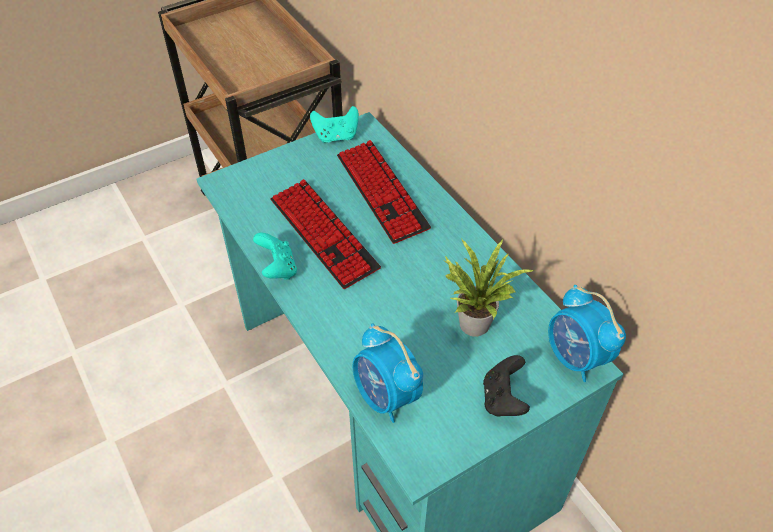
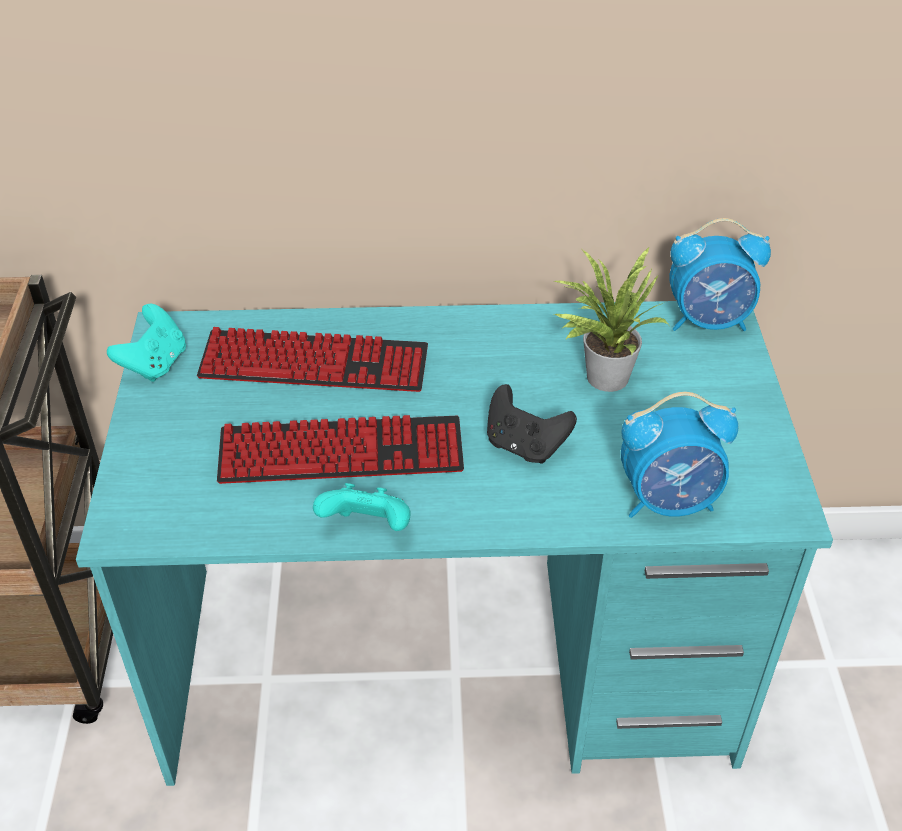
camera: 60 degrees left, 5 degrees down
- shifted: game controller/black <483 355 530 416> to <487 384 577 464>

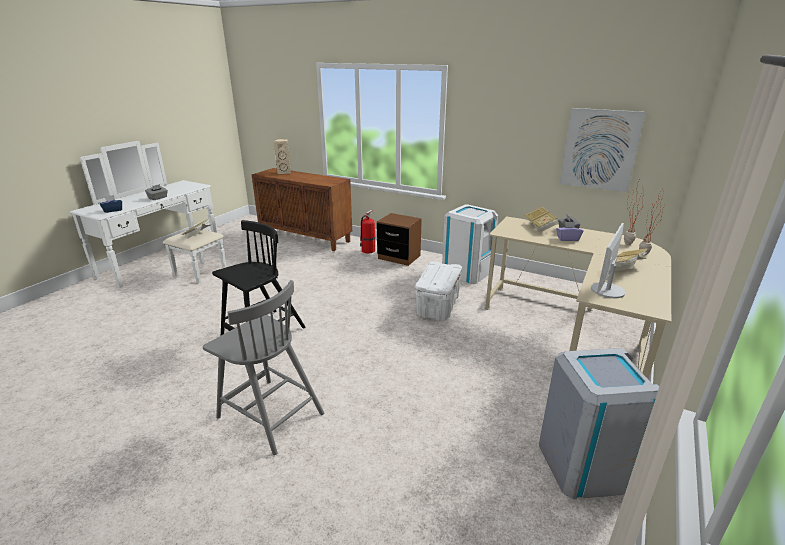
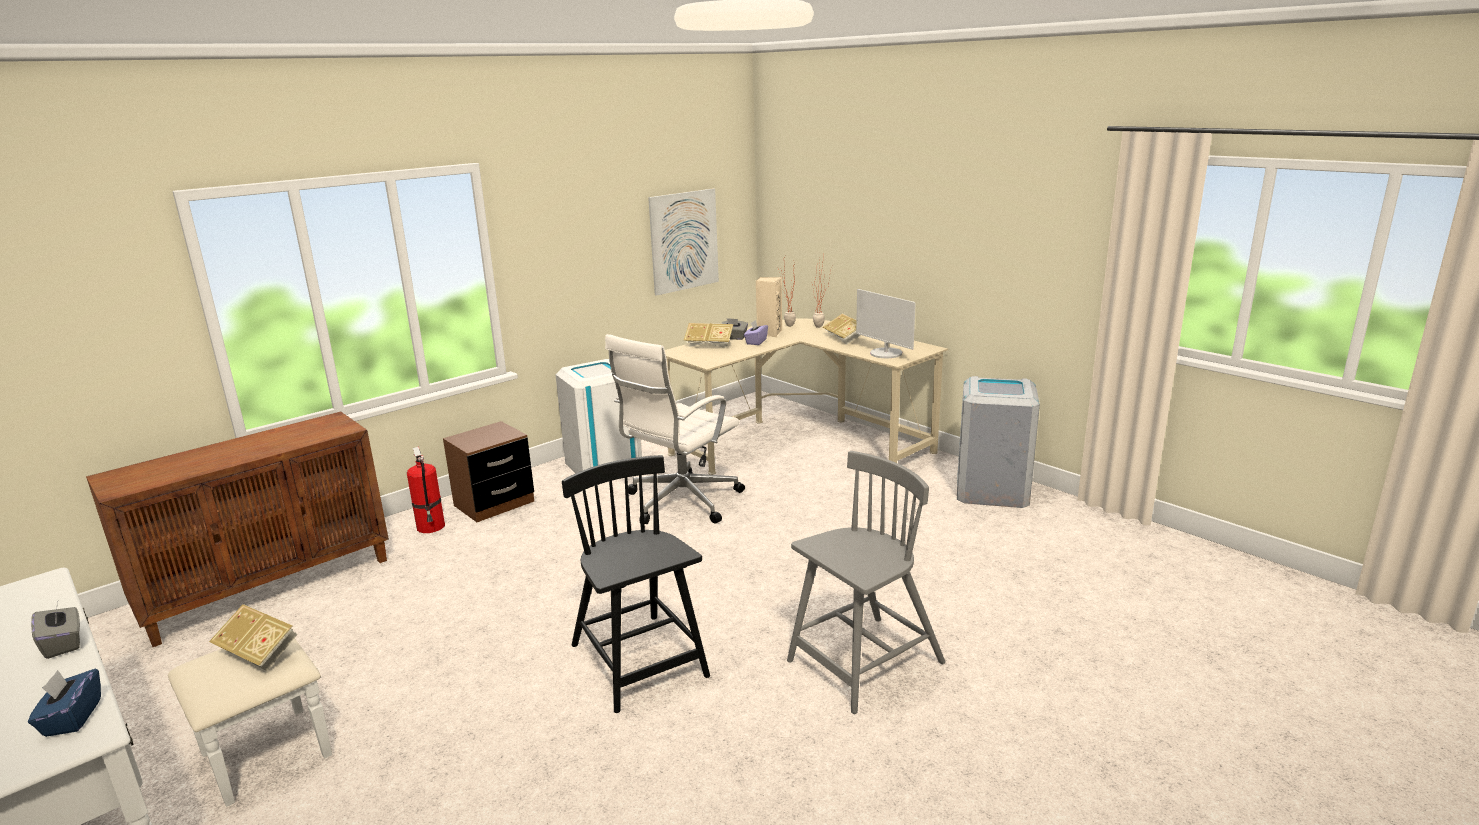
camera: 70 degrees left, 5 degrees down
- shifted: speaker/beige <274 139 291 174> to <756 277 782 337>
- swapped: storage box/white <415 261 462 321> to office chair/white <605 334 745 524>

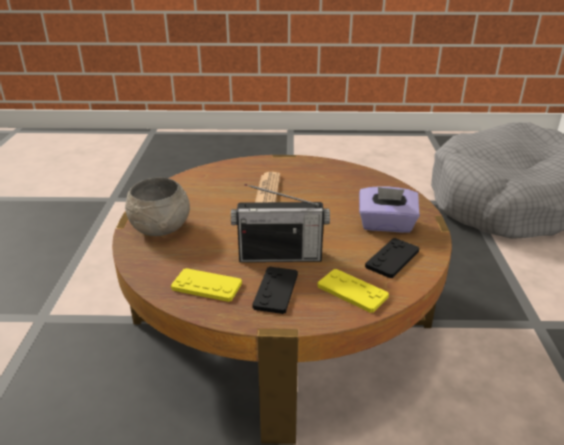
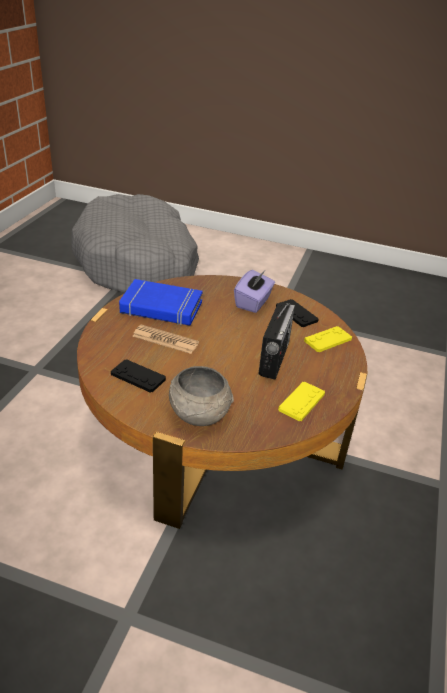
camera: 75 degrees left, 5 degrees up
- new: book/blue <119 279 203 326>
- shifted: game controller/black <252 267 298 314> to <111 359 166 393>

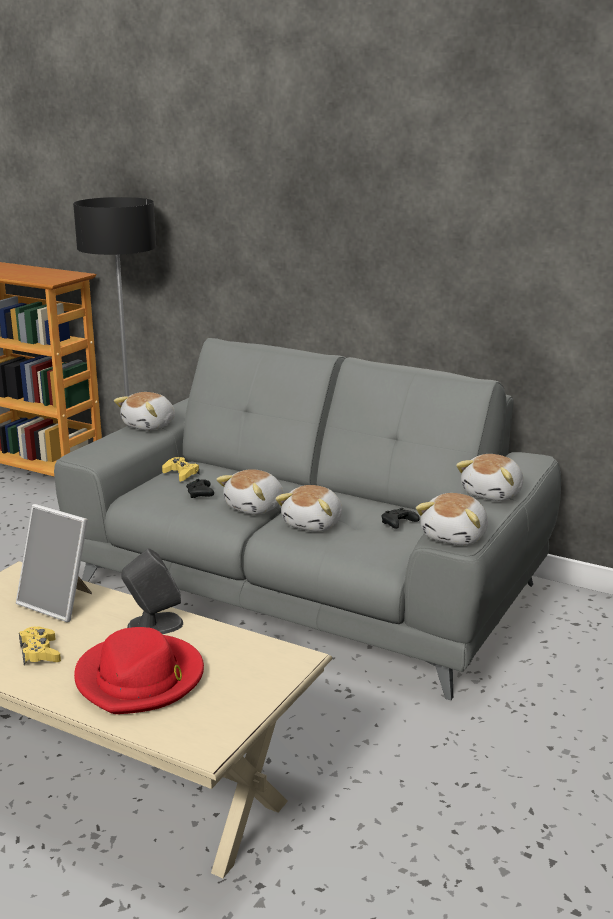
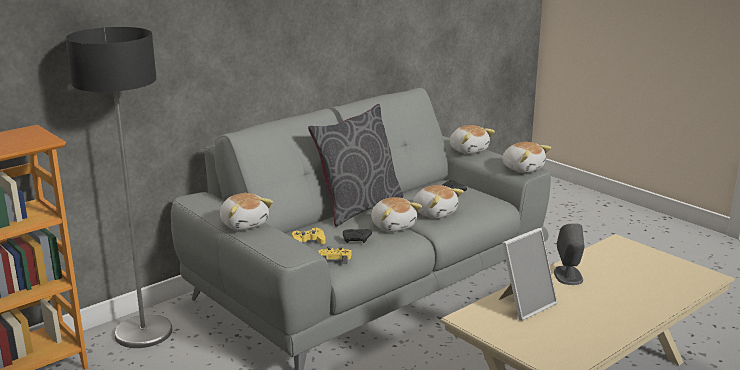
camera: 70 degrees left, 0 degrees up
- gone: hat/red <74 627 204 714>
- new: pillow/grey <308 104 404 227>
- shifted: game controller/yellow <19 626 61 665> to <318 246 352 264>

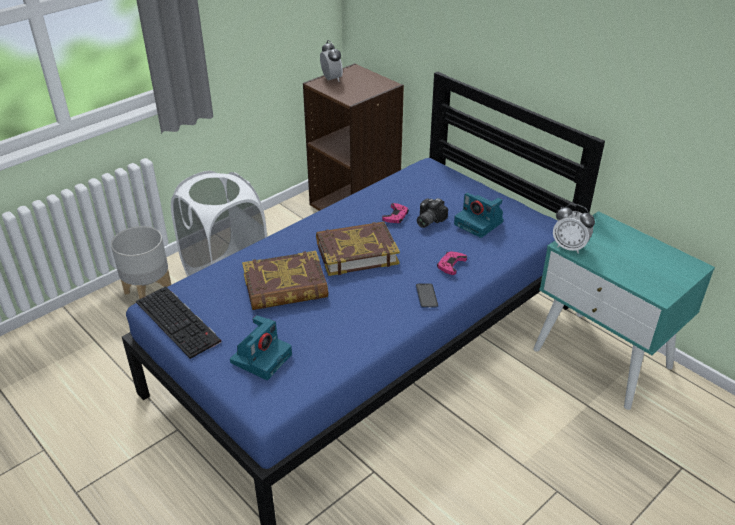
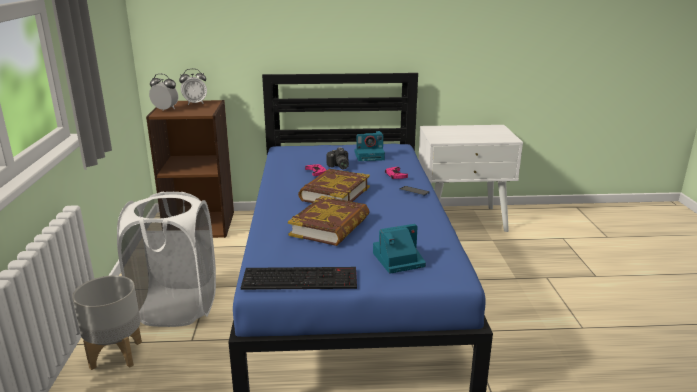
camera: 50 degrees left, 15 degrees down
- shifted: alarm clock <553 204 595 254> to <179 68 207 105>
- repainted: nightstand/turquoise <533 211 715 410> to nightstand/white <418 125 523 232>
- rotated: photo camera <230 315 292 380> = <373 224 426 273> 90 degrees counterclockwise

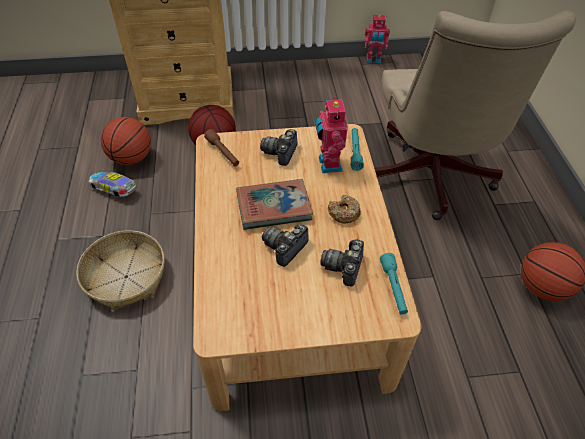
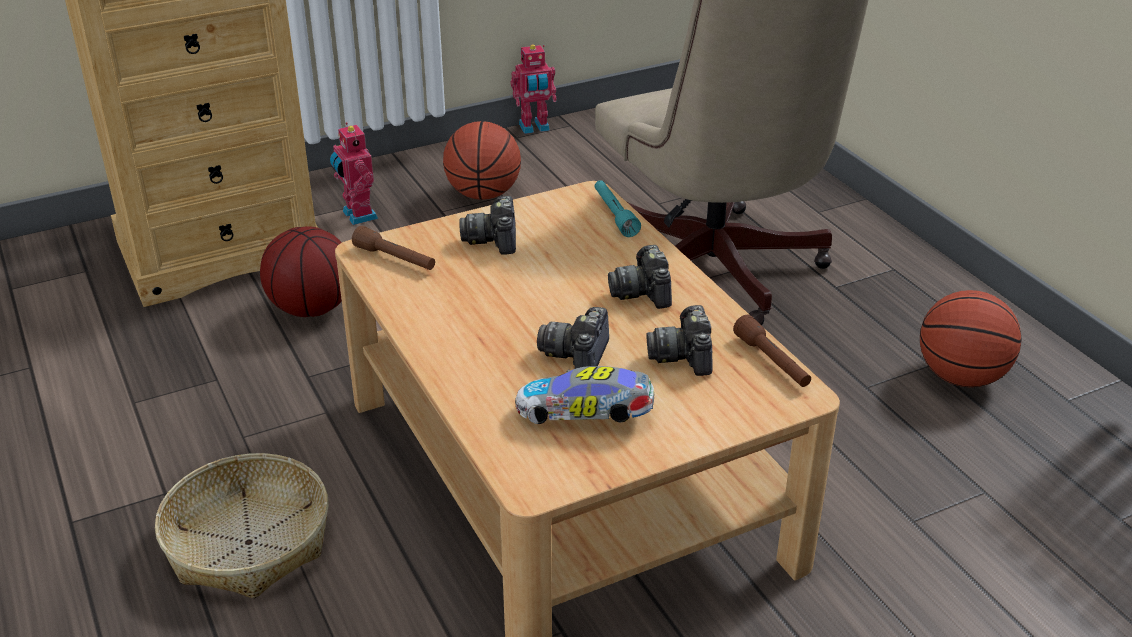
camera: 20 degrees left, 15 degrees down
- gone: book <236 179 313 230>
- shifted: toy car <88 171 137 197> to <515 366 654 424>
- shifted: basketball <101 117 151 165> to <443 121 521 200>
- shifted: toy robot <315 97 348 173> to <330 122 378 225>
- swapped: donut <328 195 361 223> to photo camera <608 245 672 309>
- repainted: flashlight/turquoise <380 253 408 315> to flashlight/brown <733 314 811 387>

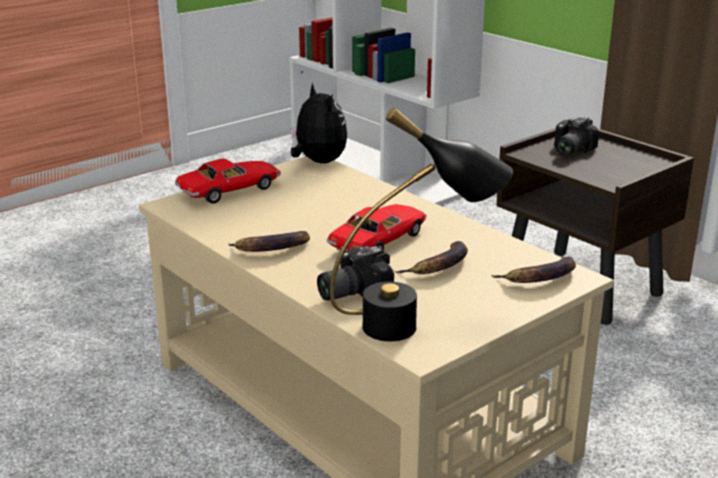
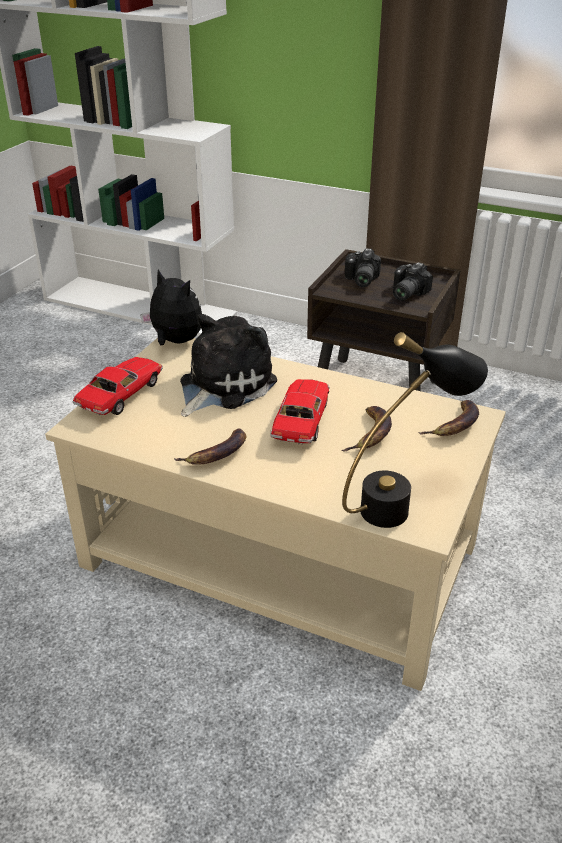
camera: 25 degrees left, 10 degrees up
- new: plush toy <180 314 277 417>
- shifted: photo camera <317 246 394 301> to <393 262 433 301>

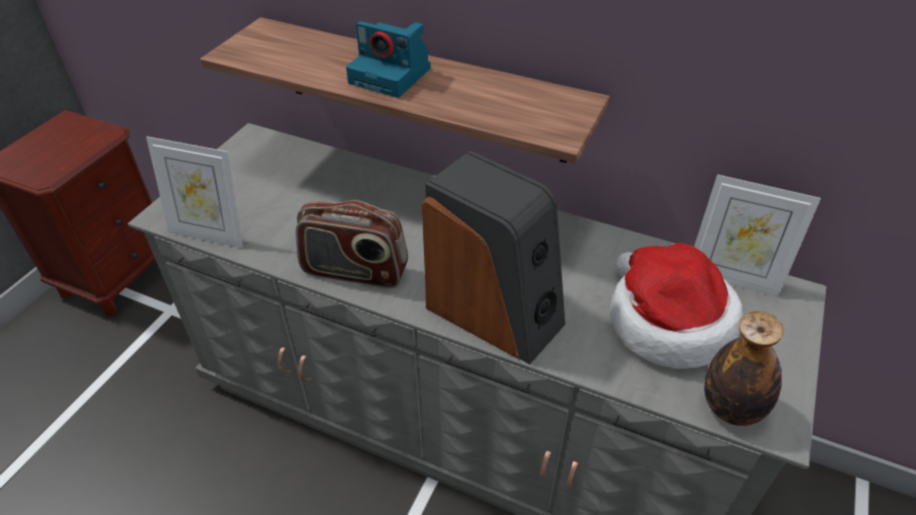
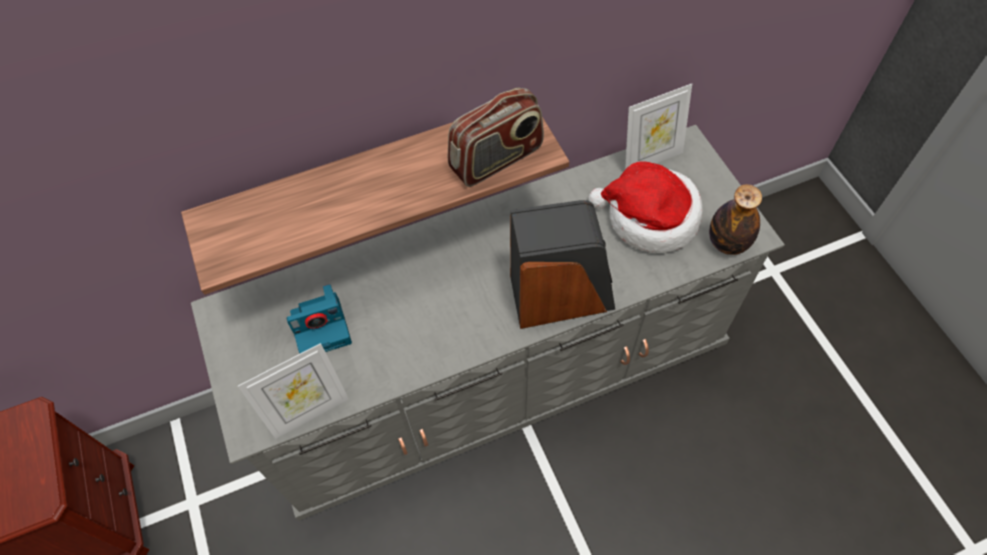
camera: 45 degrees left, 15 degrees up
- shifted: radio <296 200 408 288> to <448 88 544 187>
- shifted: photo camera <346 21 431 98> to <287 284 352 353>

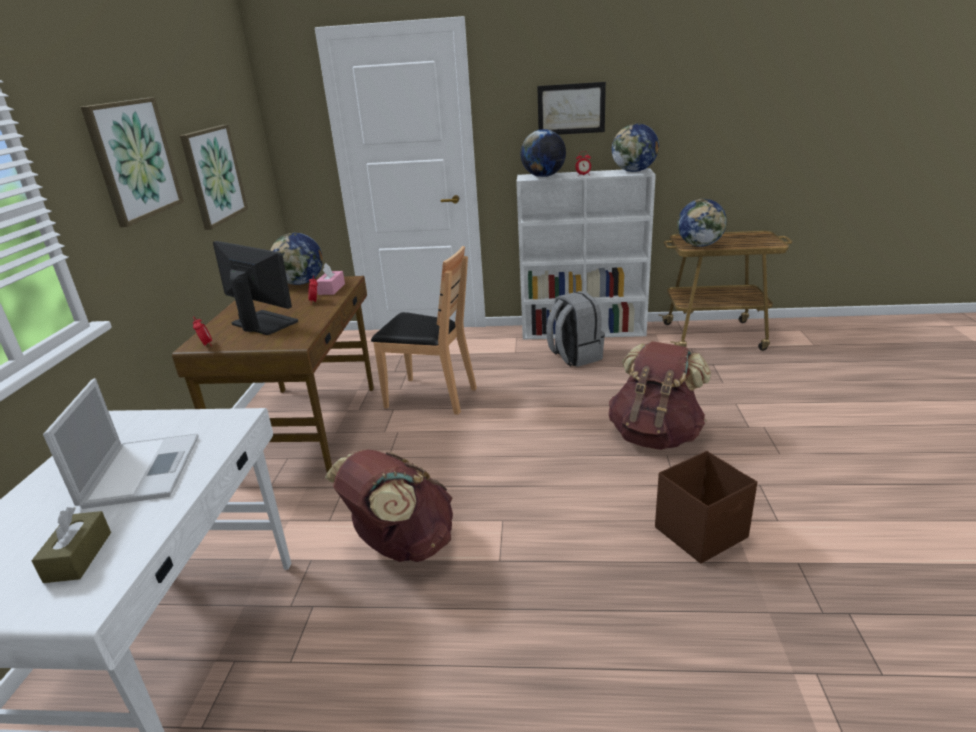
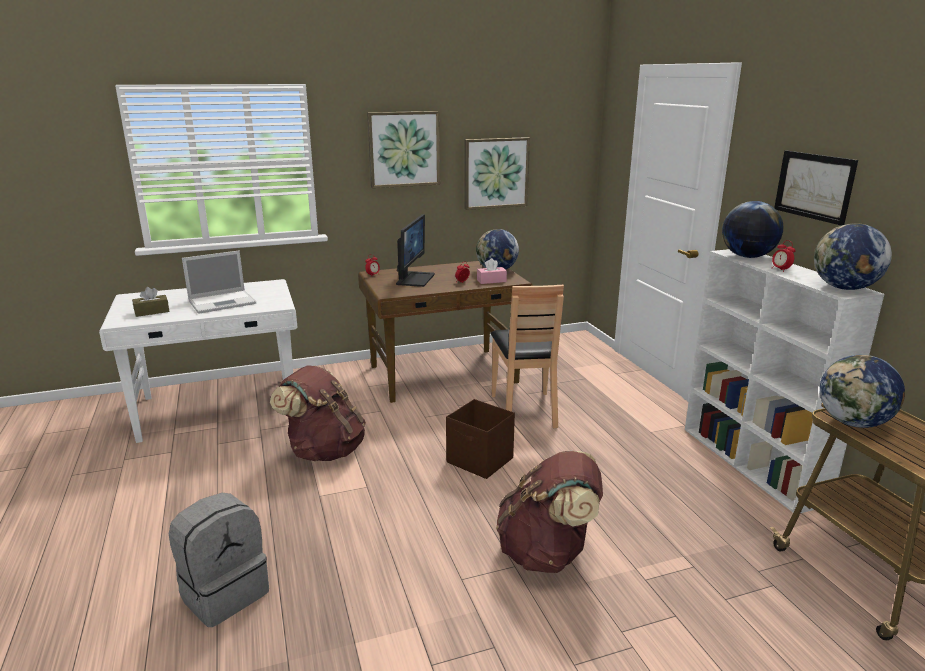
camera: 65 degrees right, 5 degrees down
- shifted: backpack/grey <546 291 605 367> to <169 493 269 627>
- shifted: storage box/brown <655 451 757 564> to <446 399 515 479>

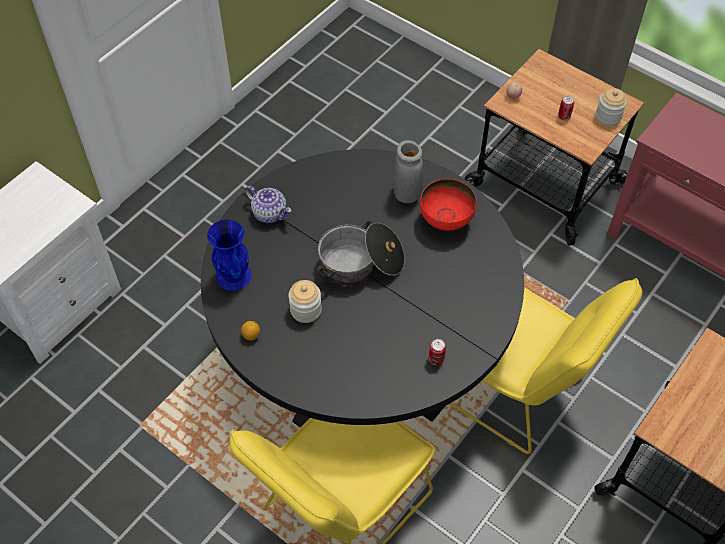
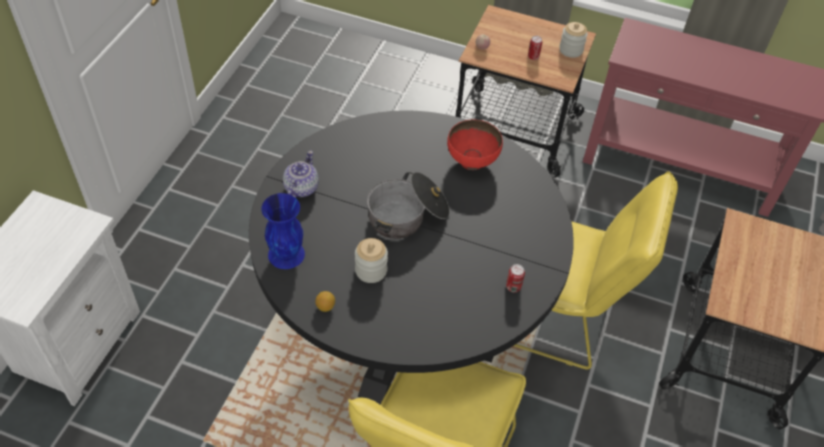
camera: 20 degrees left, 5 degrees down
- gone: vase/grey <393 140 423 203>
- rotated: teapot <245 186 292 223> = <283 151 319 198> 90 degrees counterclockwise

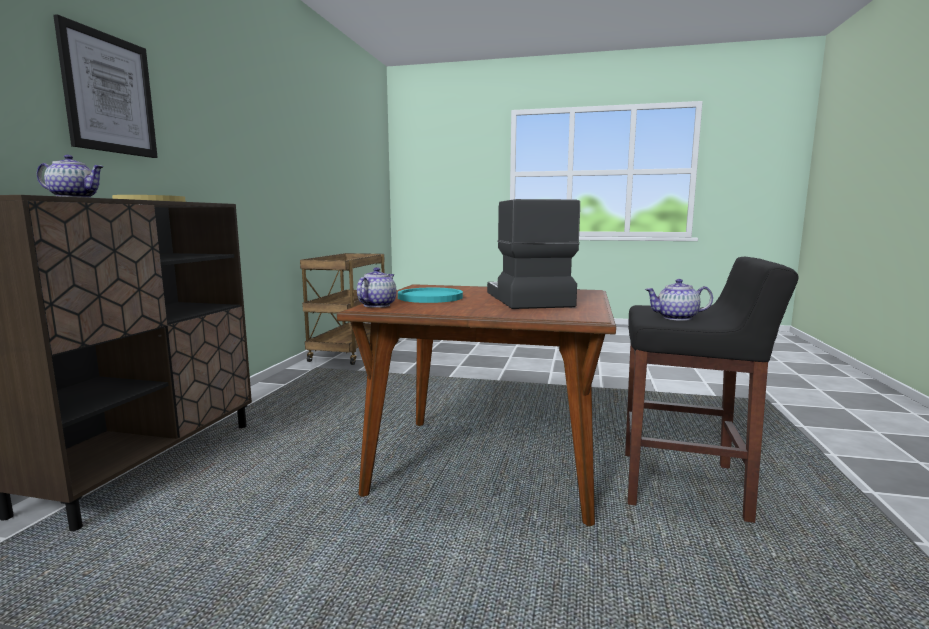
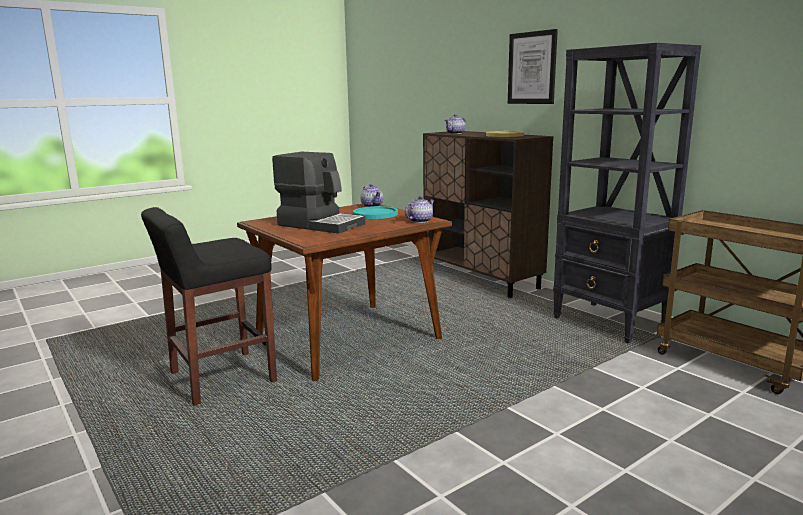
camera: 130 degrees right, 5 degrees up
- new: bookcase/black <553 43 701 344>
- shifted: teapot <645 279 713 321> to <405 196 434 223>

